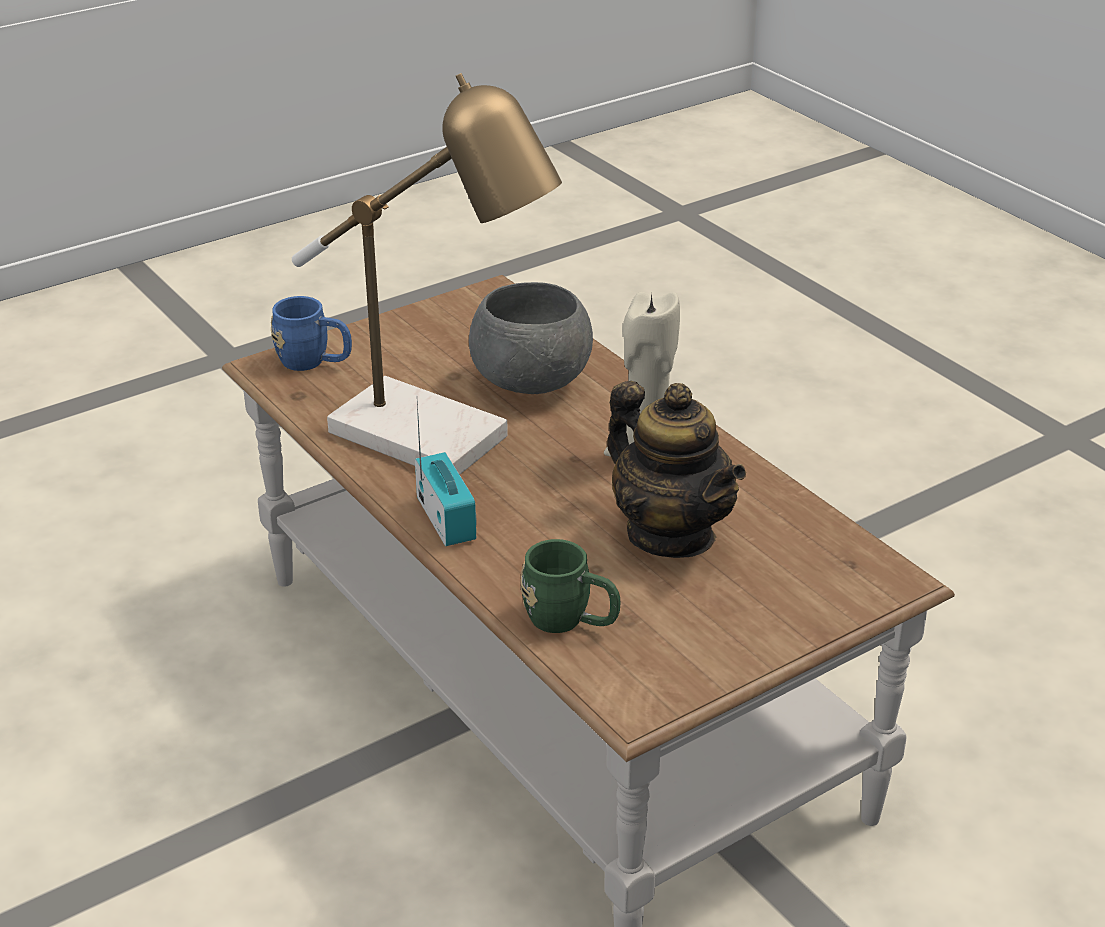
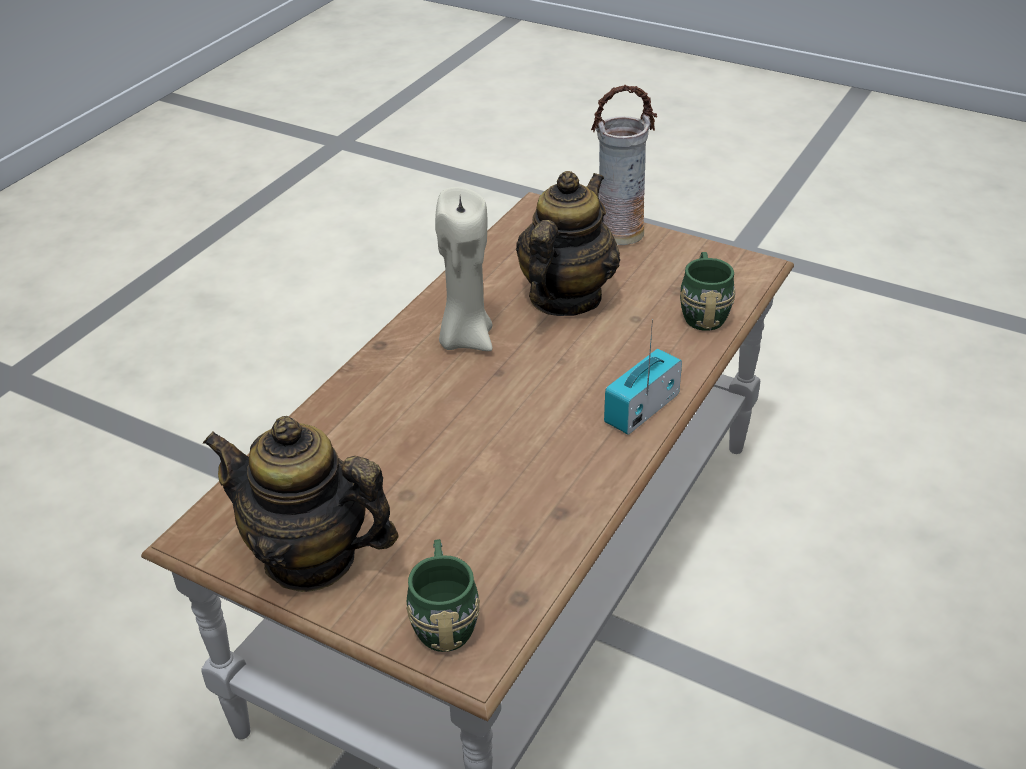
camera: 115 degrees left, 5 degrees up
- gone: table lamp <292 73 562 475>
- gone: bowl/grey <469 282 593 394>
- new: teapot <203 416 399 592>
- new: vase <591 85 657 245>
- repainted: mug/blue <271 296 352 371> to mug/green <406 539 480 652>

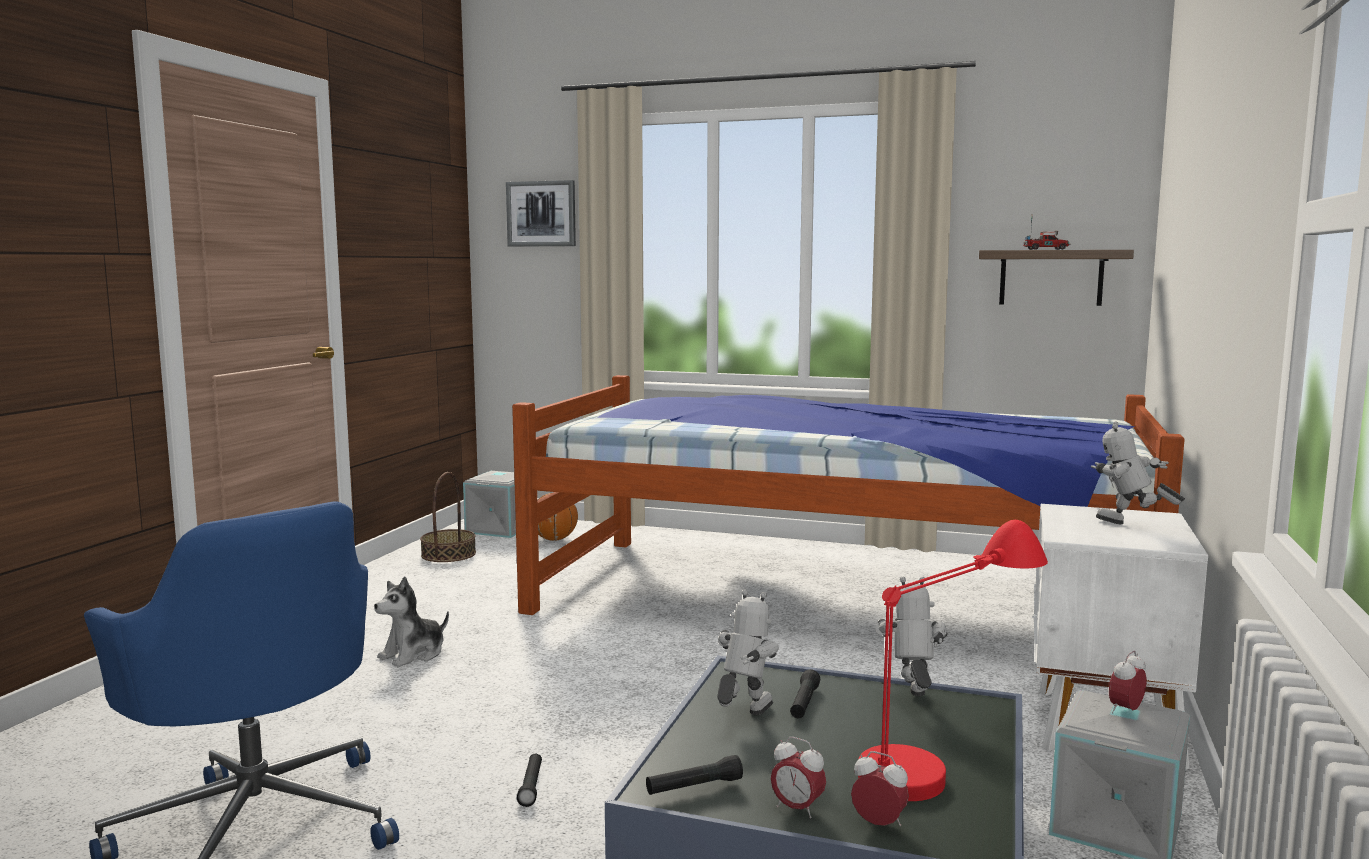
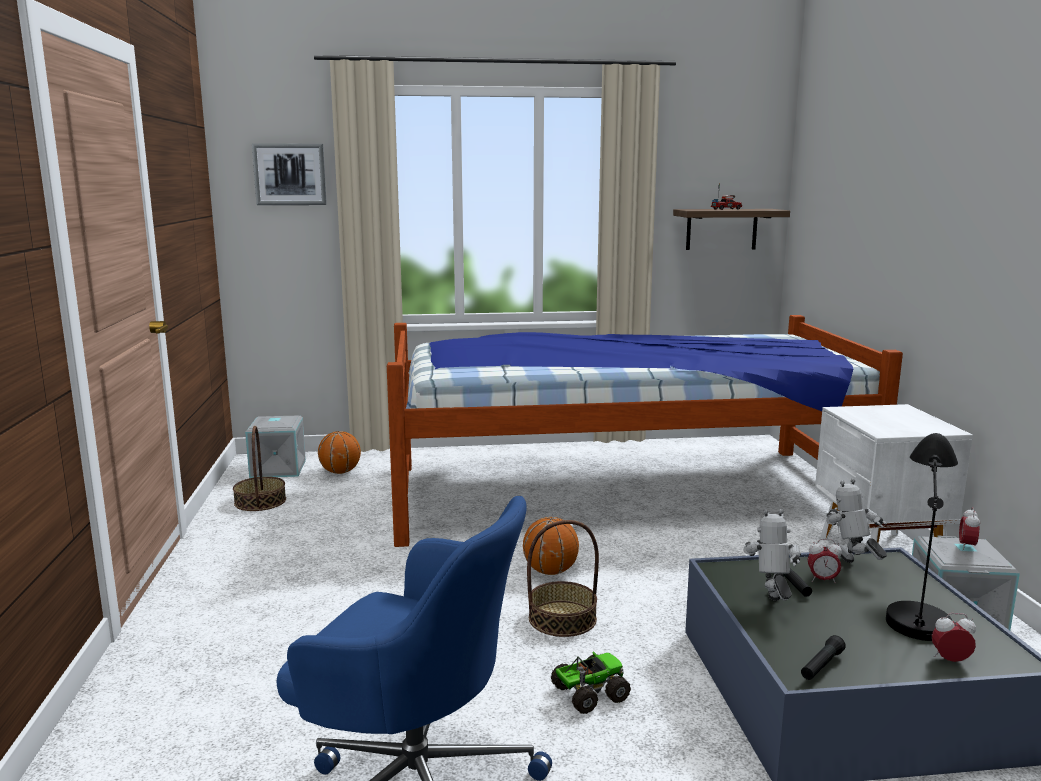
camera: 25 degrees left, 5 degrees up
- gone: plush toy <374 576 449 667>
- gone: toy robot <1091 421 1185 524>
- new: basketball <523 517 579 575>
- new: basket <527 520 599 637>
- shifted: alarm clock <771 737 826 818> to <808 539 842 583>
- swapped: flashlight/black <517 754 542 807> to toy truck <551 651 631 714>
- repainted: table lamp/red <858 520 1048 801> to table lamp/black <886 433 958 641>

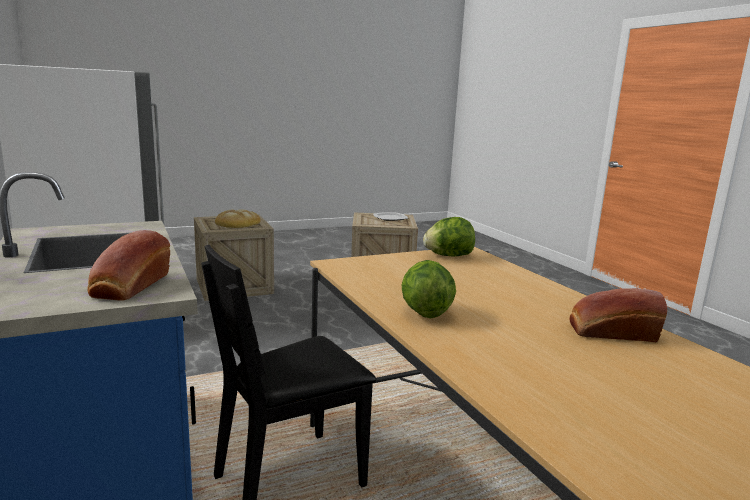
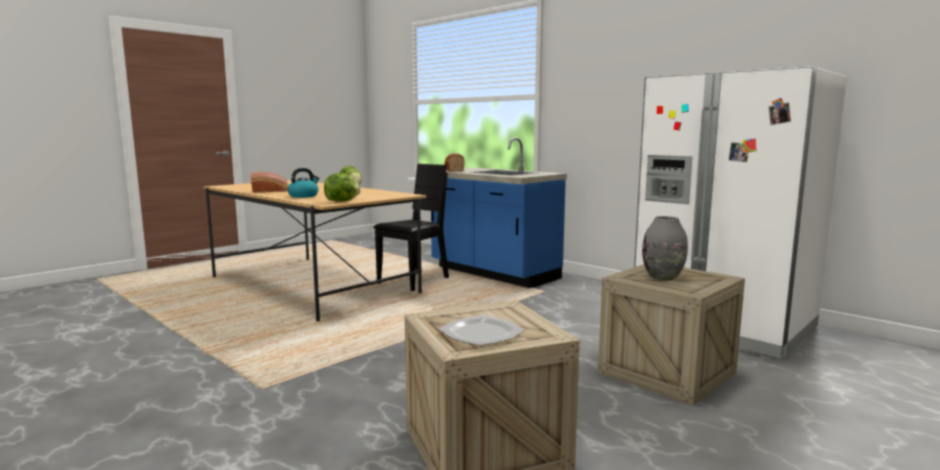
camera: 160 degrees right, 5 degrees down
- new: kettle <288 168 319 198>
- swapped: bread <215 209 261 228> to vase/grey <642 216 688 280>

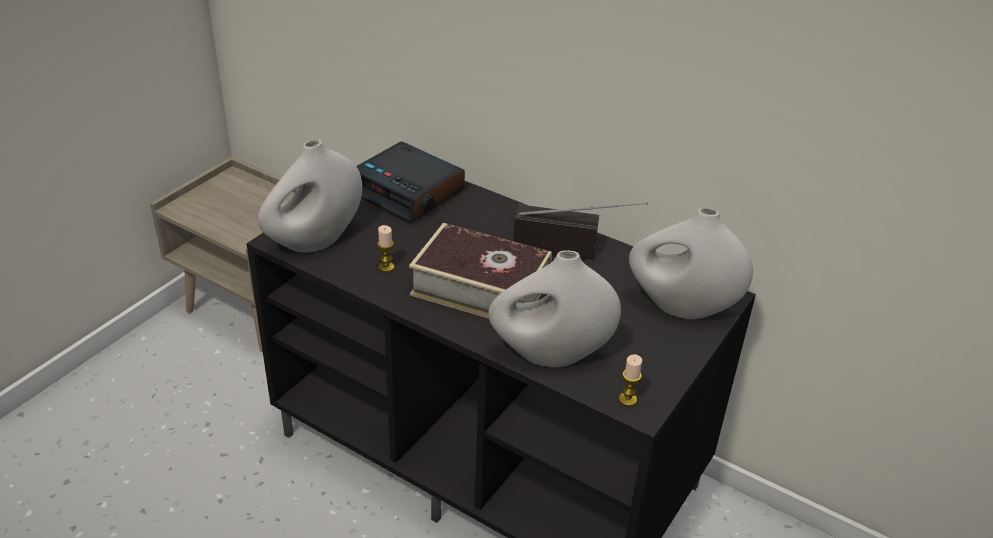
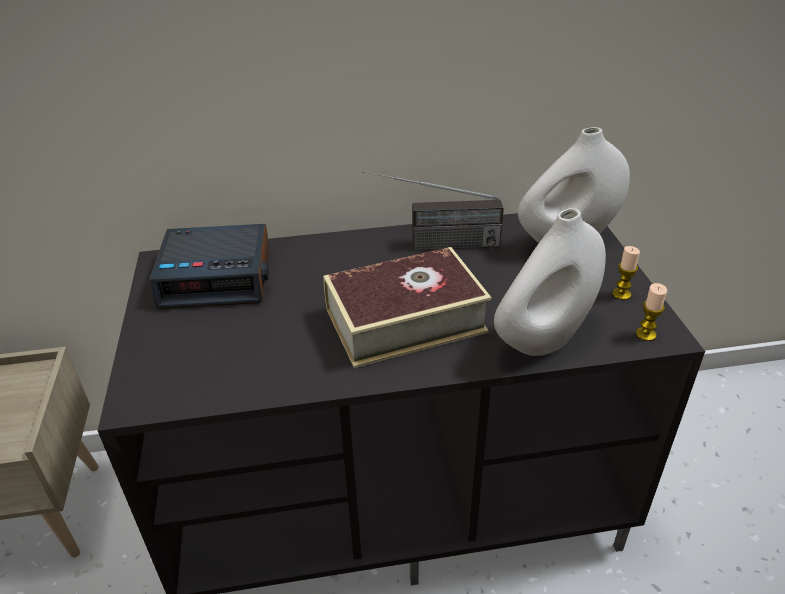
camera: 40 degrees left, 0 degrees up
- gone: vase/white <258 140 362 253>
- shifted: candle <377 225 394 272> to <612 246 640 300>
- rotated: radio <513 202 648 260> = <362 171 504 250> 150 degrees counterclockwise

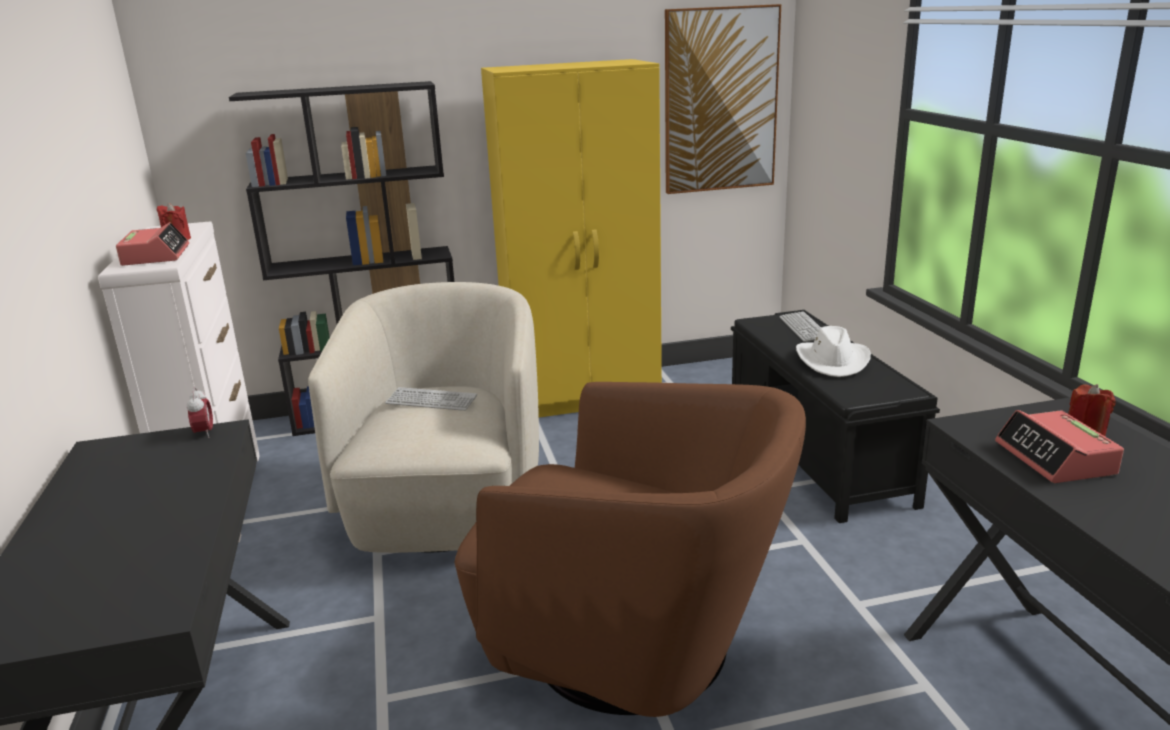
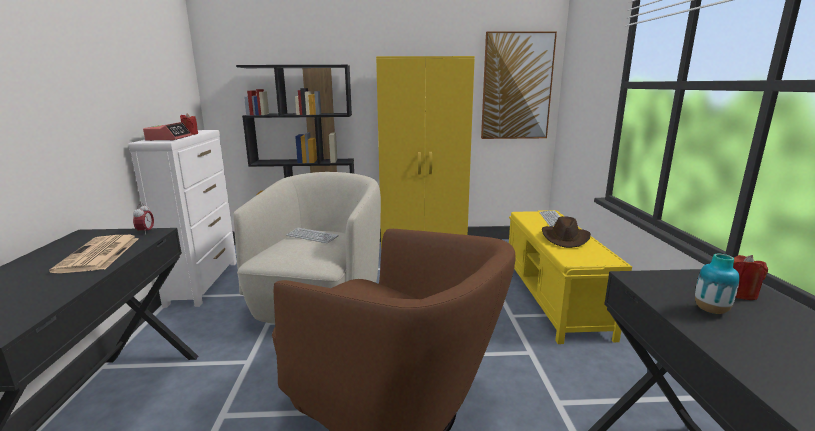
camera: 10 degrees right, 5 degrees down
- new: newspaper <49 235 139 273>
- swapped: alarm clock <995 410 1124 483> to vase <695 254 740 314>
- repainted: bench/black <731 310 940 523> to bench/yellow <509 210 632 344>
- repainted: hat/white <796 326 871 377> to hat/brown <542 216 591 248>

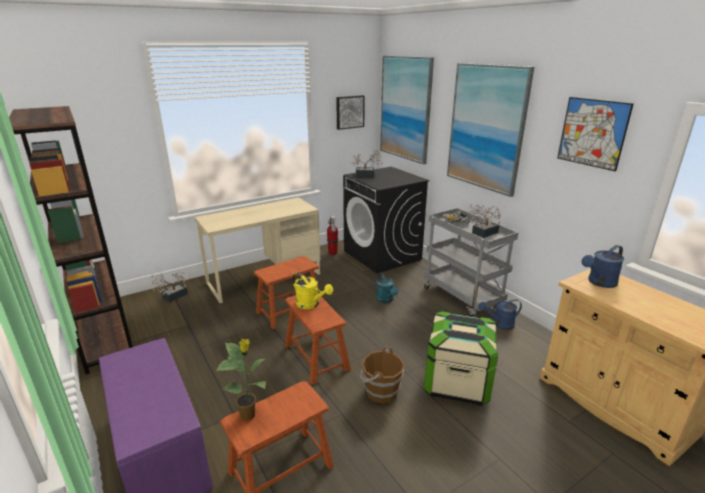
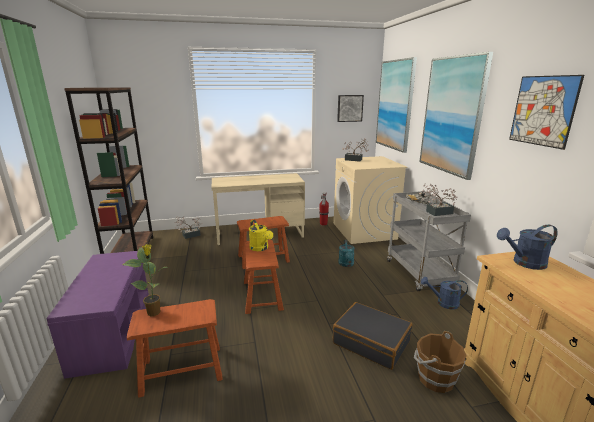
camera: 20 degrees right, 5 degrees down
- shifted: bucket/brown <360 347 404 404> to <414 331 467 393>
- swapped: storage box <424 311 498 406> to suitcase/black <333 302 413 370>
- repainted: washing machine/black <343 167 429 274> to washing machine/beige <334 156 408 244>

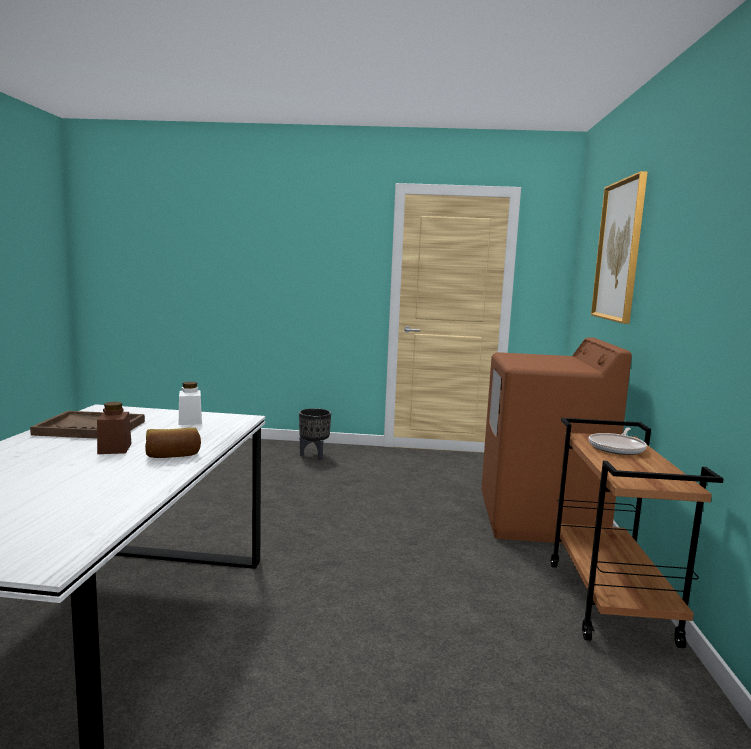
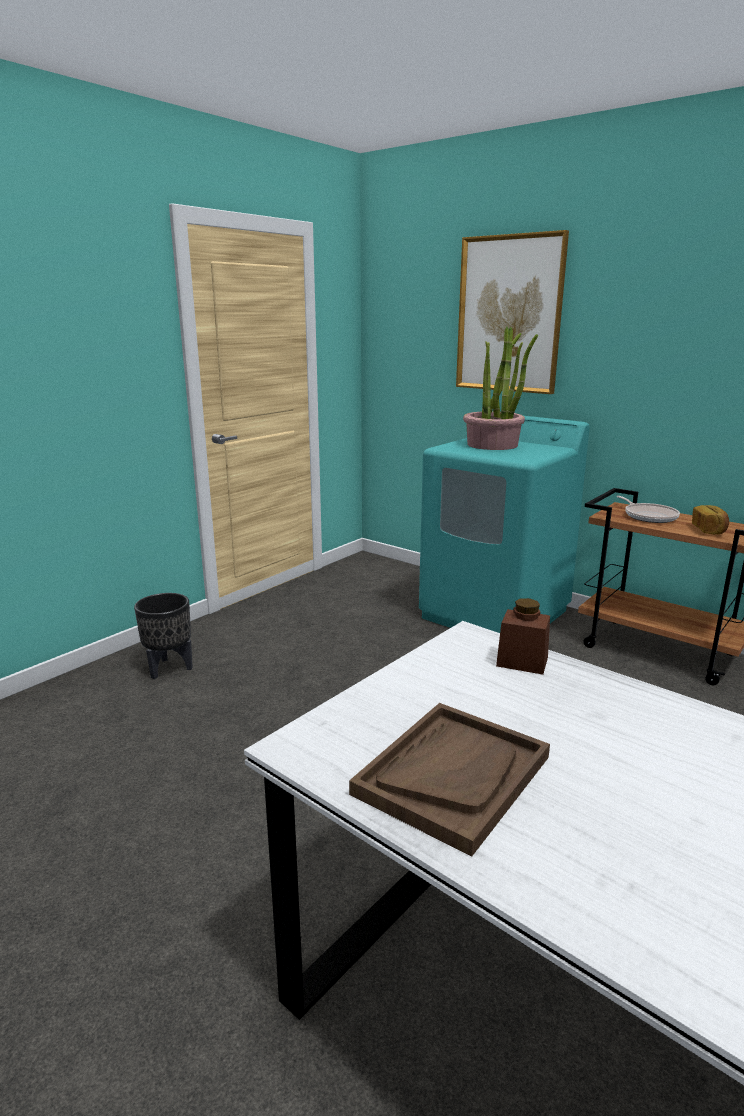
camera: 55 degrees left, 10 degrees up
- gone: jar/white <179 382 202 425>
- new: potted plant <463 327 538 450>
- shifted: jar/brown <97 402 131 454> to <496 598 550 675>
- shifted: bread <145 428 201 458> to <692 505 729 534>
- repainted: washing machine/brown <481 337 632 543> to washing machine/turquoise <419 416 590 633>

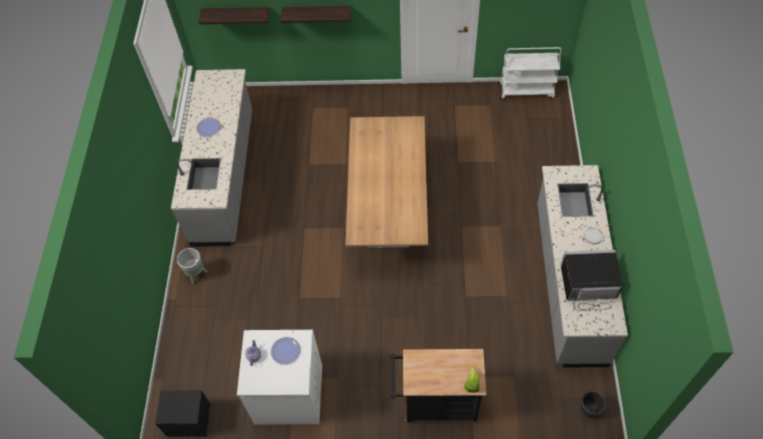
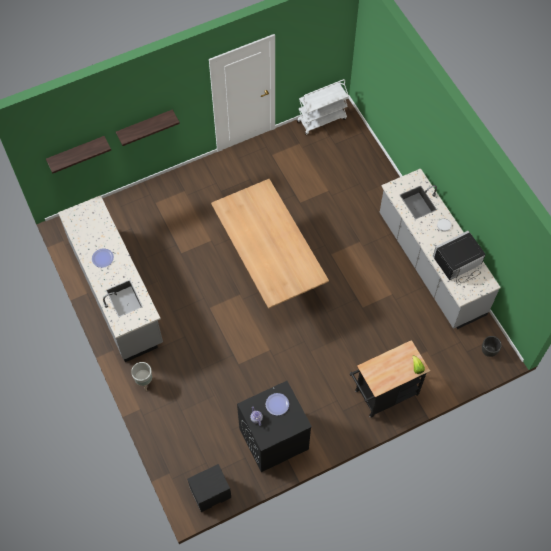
camera: 30 degrees left, 5 degrees up
- repainted: washing machine/white <237 330 322 424> to washing machine/black <237 381 312 472>

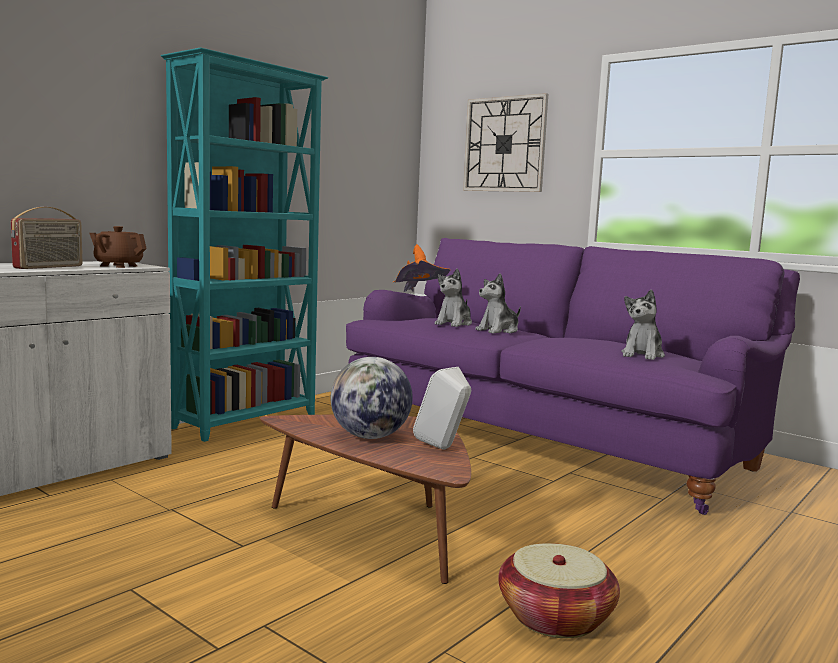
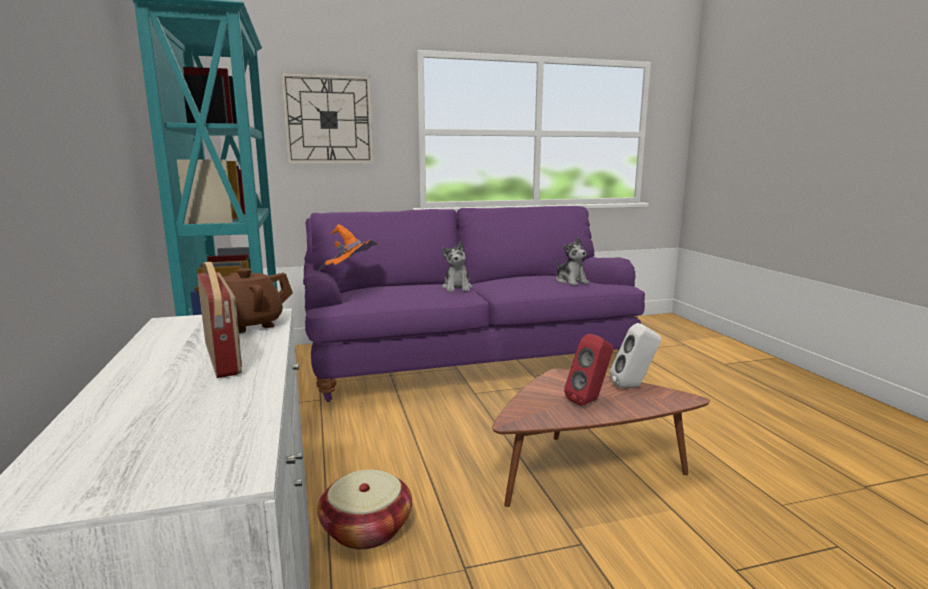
camera: 55 degrees left, 5 degrees up
- gone: plush toy <435 268 472 327>
- shifted: basket <498 543 620 638> to <317 470 412 550>
- swapped: globe <330 357 413 439> to speaker/red <564 334 613 406>

